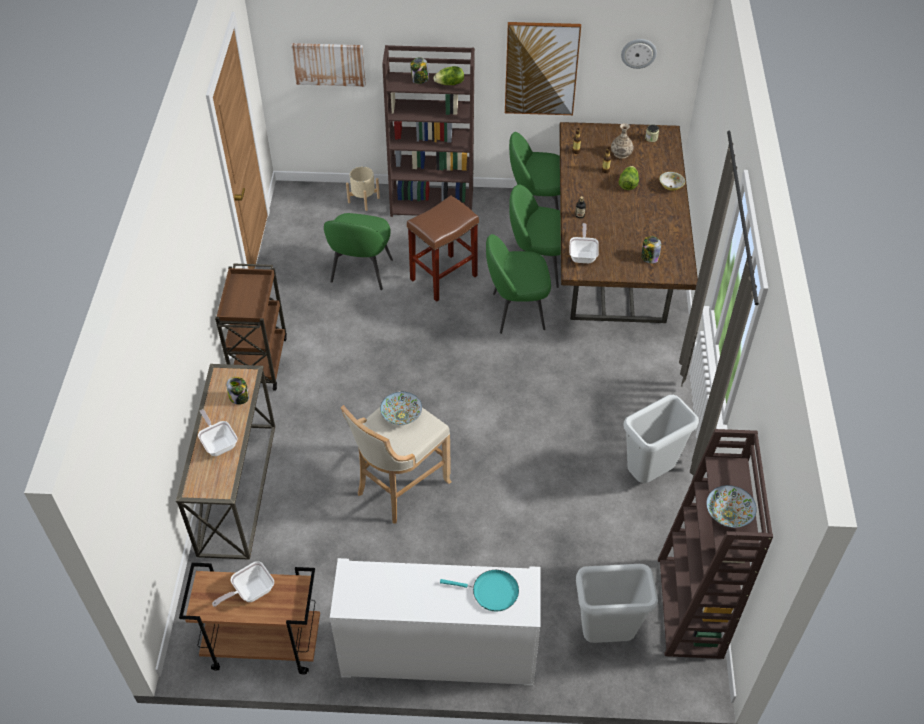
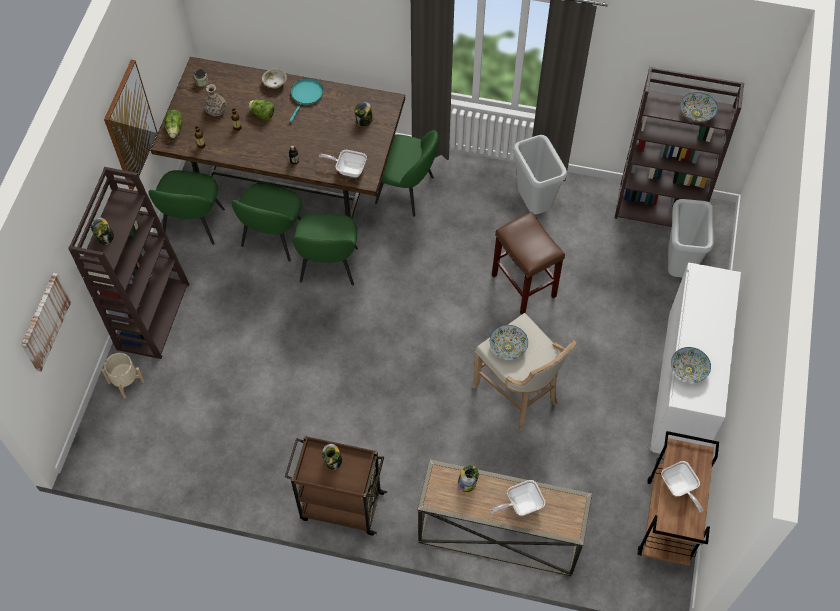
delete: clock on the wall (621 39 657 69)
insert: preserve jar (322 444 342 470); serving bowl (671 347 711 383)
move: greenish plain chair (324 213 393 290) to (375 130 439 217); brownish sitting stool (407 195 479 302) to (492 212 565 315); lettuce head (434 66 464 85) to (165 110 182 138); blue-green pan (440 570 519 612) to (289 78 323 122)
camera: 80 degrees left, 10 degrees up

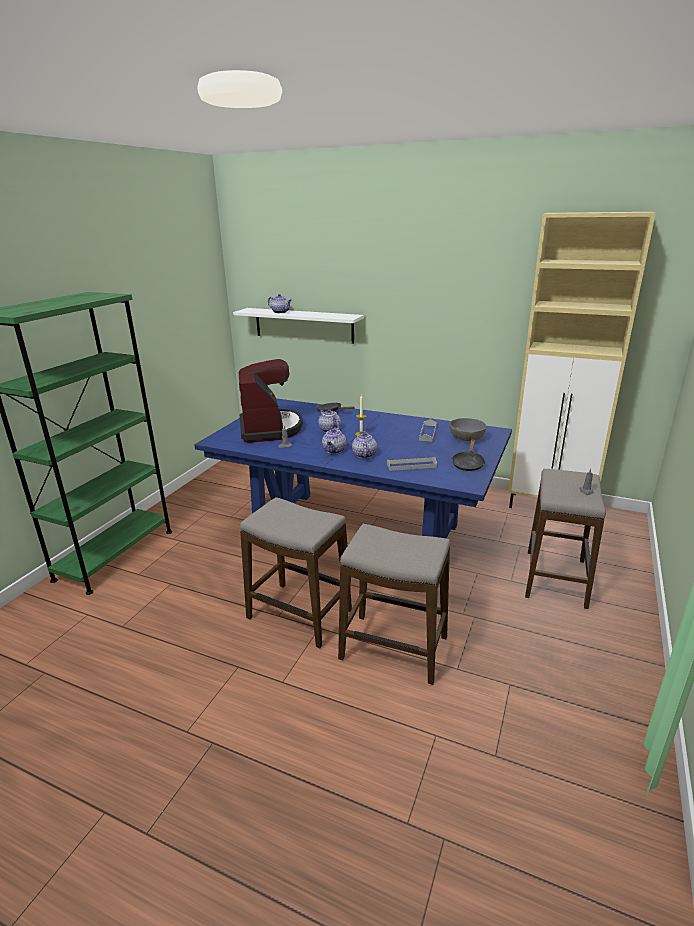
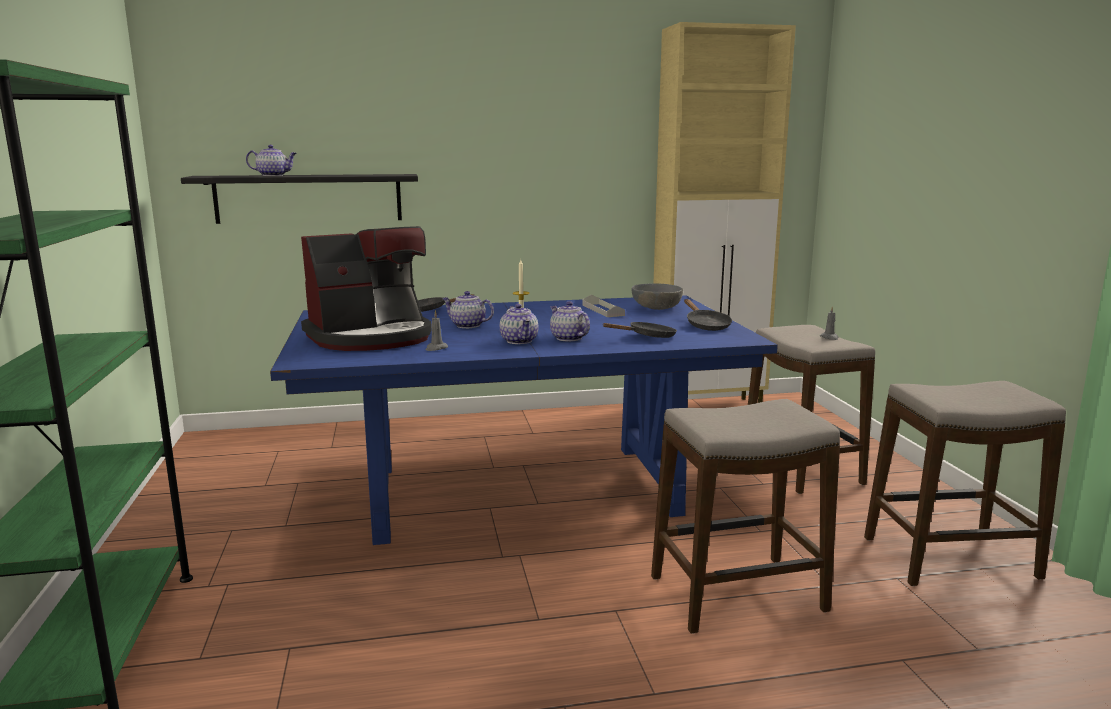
move: sitting stool (240 497 352 648) to (864 381 1066 586)
replace: gray serving tray (387 457 437 471) to blackish pan (603 322 677 338)
recolor: whitish wall shelf (233 308 364 344) to blackish wall shelf (181 174 418 224)
rotate: coffee machine (239 359 303 443) = (301 226 431 351) 105 degrees clockwise
camera: 35 degrees left, 10 degrees down

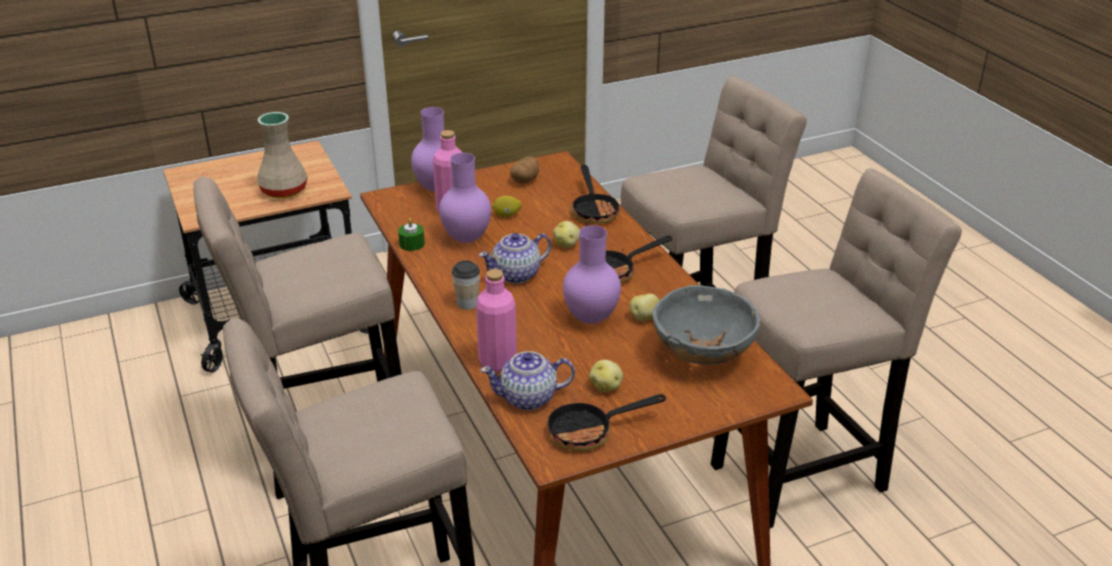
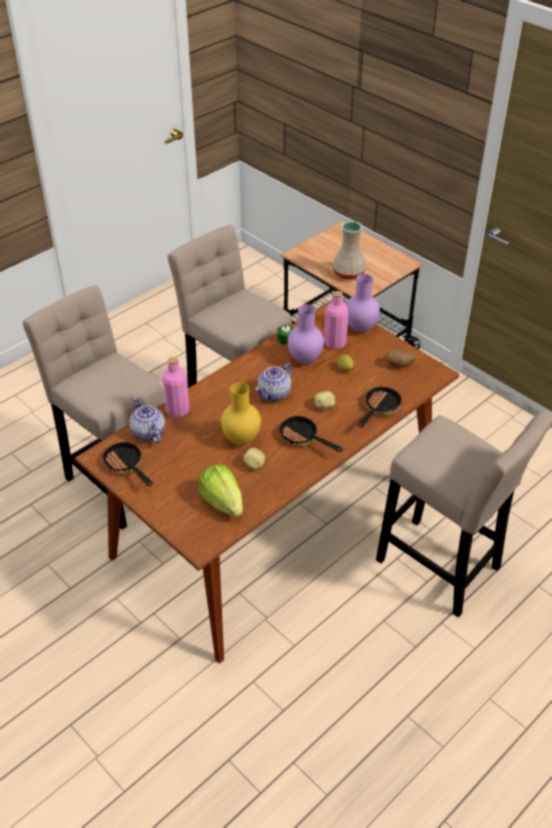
delete: drinking cup (452 260 480 310); spud (589 360 623 392); sand-coloured sitting stool (711 168 962 528)
replace: gray serving bowl (652 285 761 365) to lettuce head (199 464 243 517)
recolor: purple-coloured decorative vase (563 225 621 324) to yellowish decorative vase (221 382 261 445)
rotate: pot for tea (479 233 551 284) = (255 362 293 401) 90 degrees counterclockwise; pan (571 165 621 224) = (358 384 402 427) 150 degrees clockwise
camera: 70 degrees right, 10 degrees up

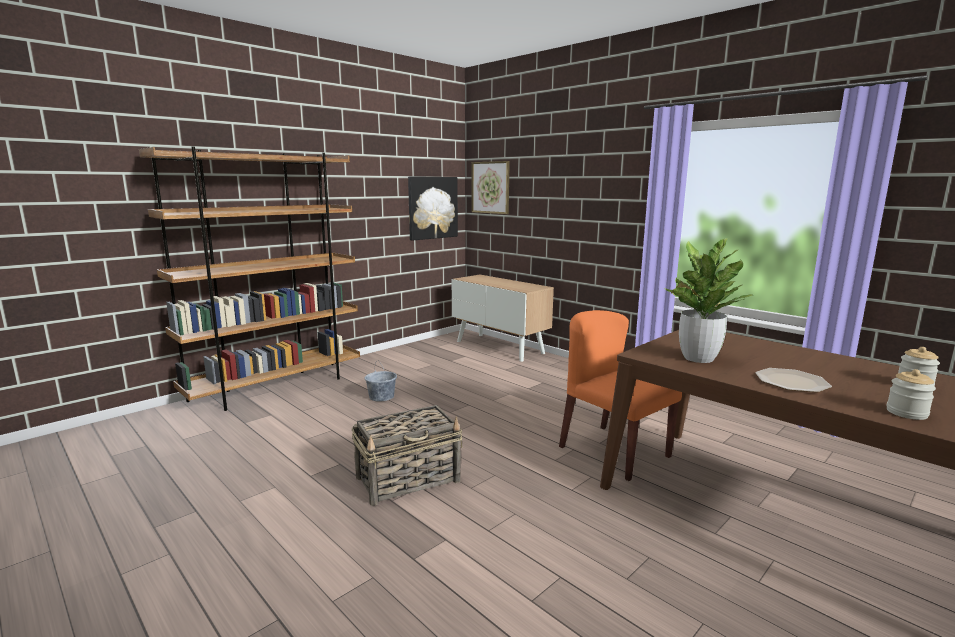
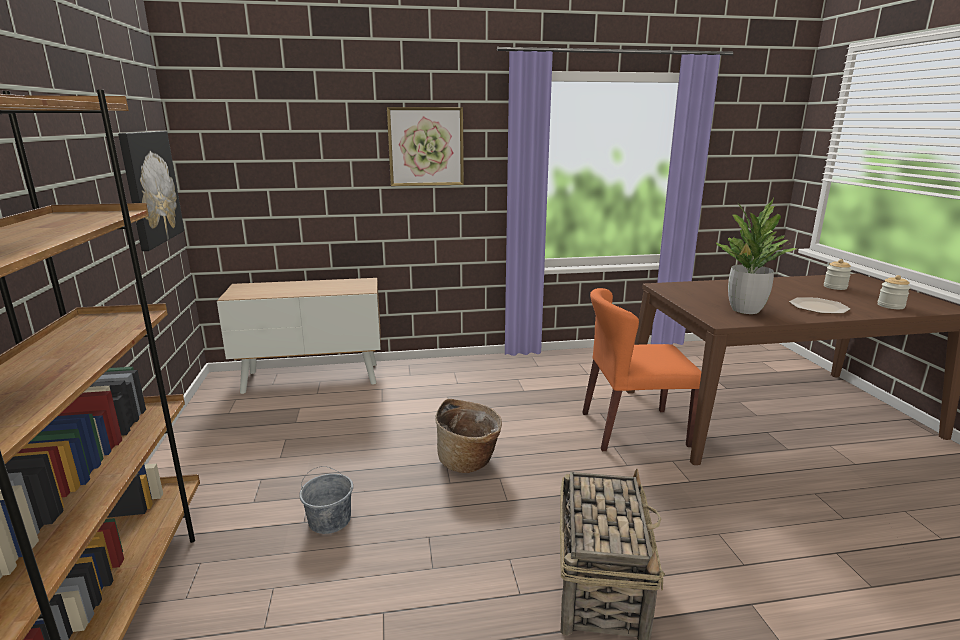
insert: household basket (435 399 502 473)
move: wall art (471 161 510 214) to (387 107 464 186)
camera: 55 degrees left, 5 degrees up

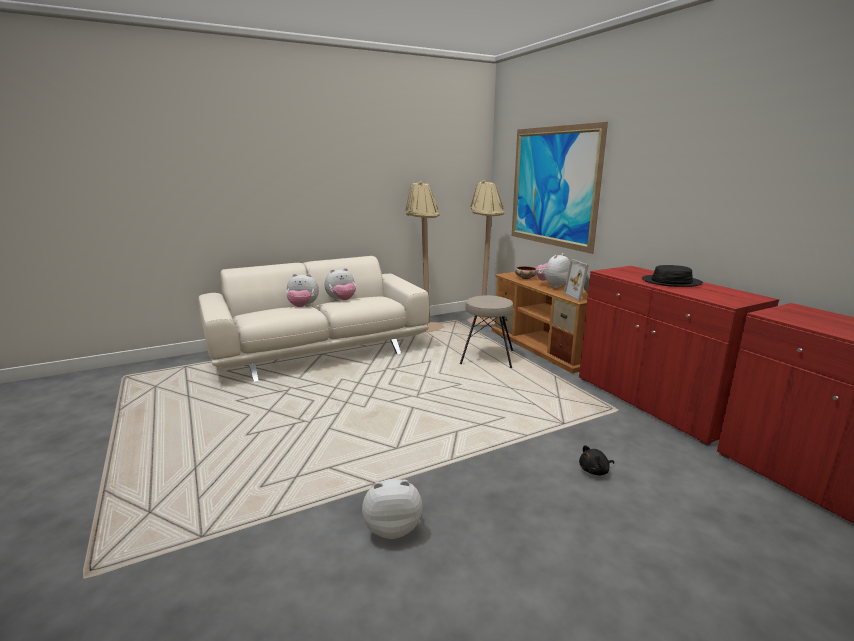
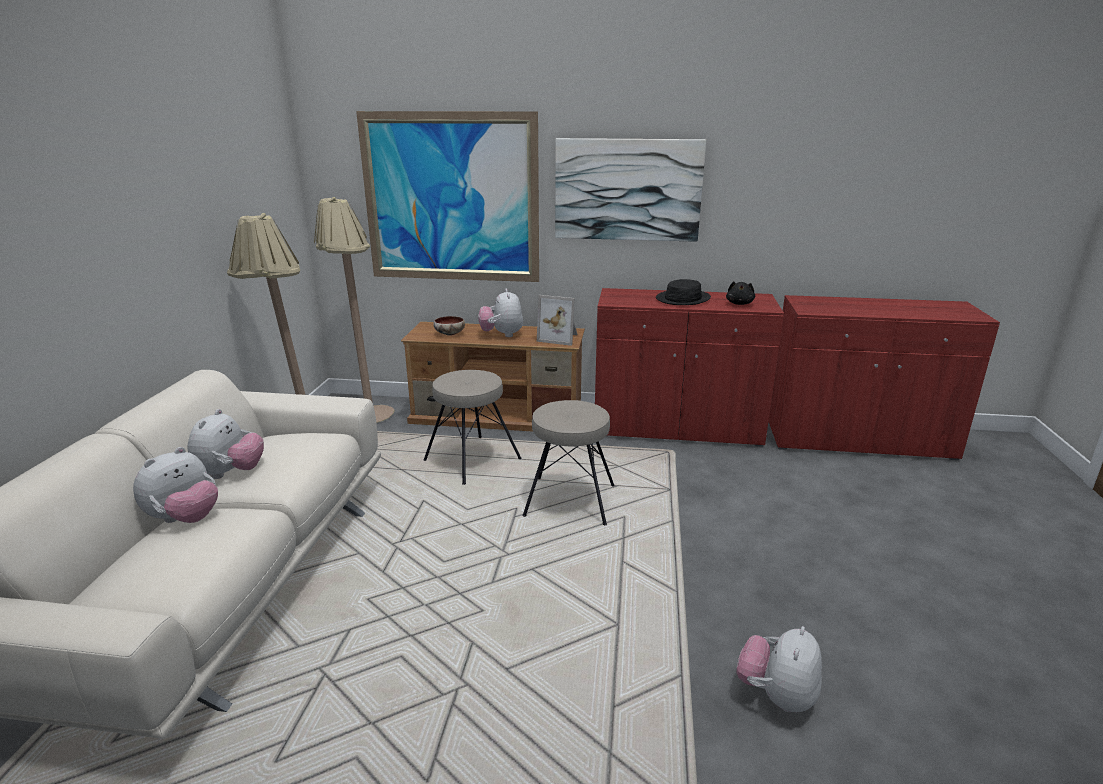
insert: sand-coloured sitting stool (523 400 615 525); wall art (555 138 706 242)
move: blackish cuddly toy (579 445 614 475) to (726 281 755 305)
camera: 55 degrees left, 5 degrees up

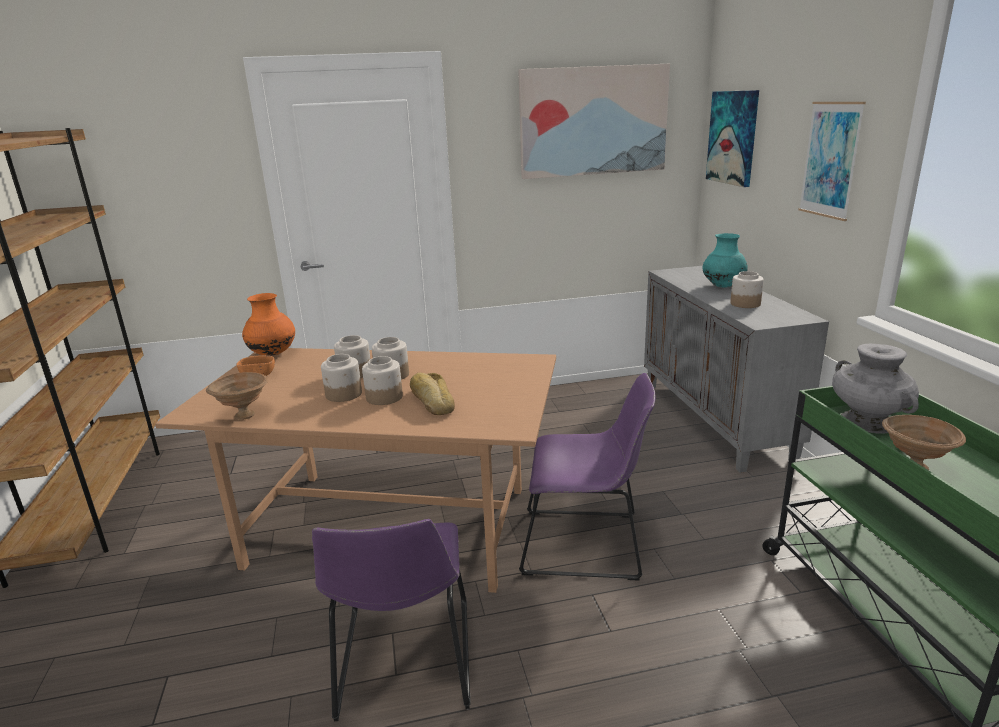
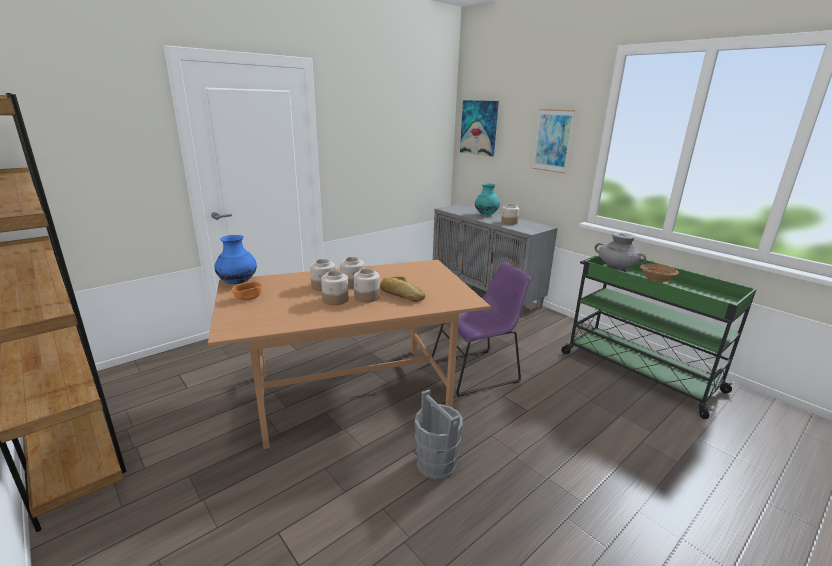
delete: brownish serving bowl (206 372 268 420); wall art (518 64 670 179)
replace: purple-coloured plain chair (312 519 471 721) to gray pail (415 390 463 480)
recolor: orange-coloured decorative vase (242 293 295 356) to bluish decorative vase (214 235 257 284)
camera: 30 degrees left, 0 degrees up

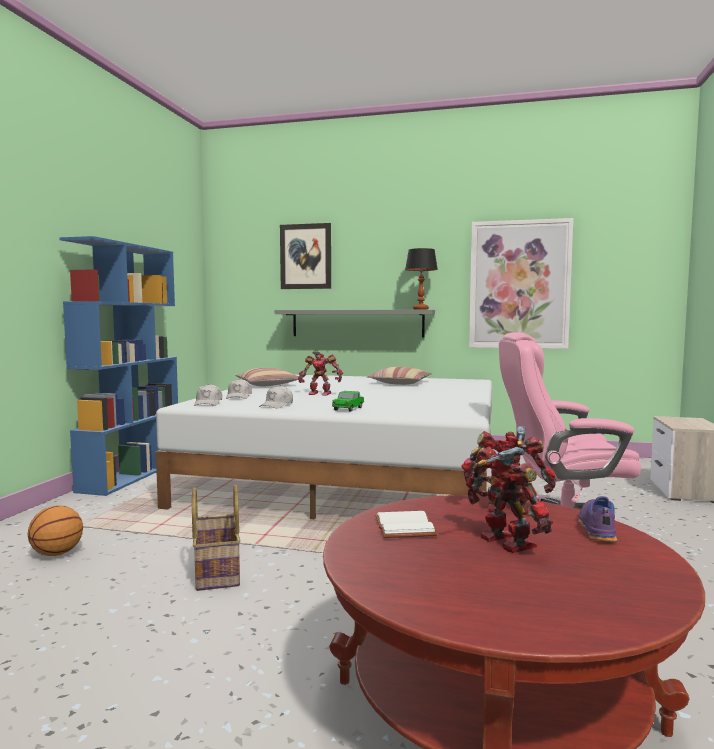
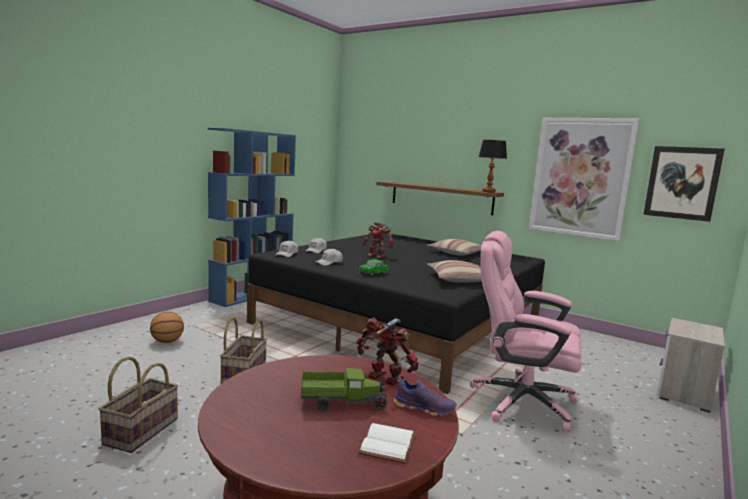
insert: household basket (98 356 178 453)
move: pillow (235 368 299 386) to (427 260 482 283); wall art (280 223 331 289) to (643 146 725 222); whitish bound book (375 511 438 538) to (358 423 415 464)
replace: robot figure (466 446 553 553) to toy lorry (301 368 388 412)
recolor: whitish sleeping bed (156 375 492 519) to blackish sleeping bed (247 233 545 394); gray wall shelf (275 310 435 337) to brownish wall shelf (376 182 504 215)
rotate: purple-coloured item of footwear (578 496 617 542) = (394 377 457 416) 75 degrees clockwise
camera: 20 degrees right, 5 degrees up

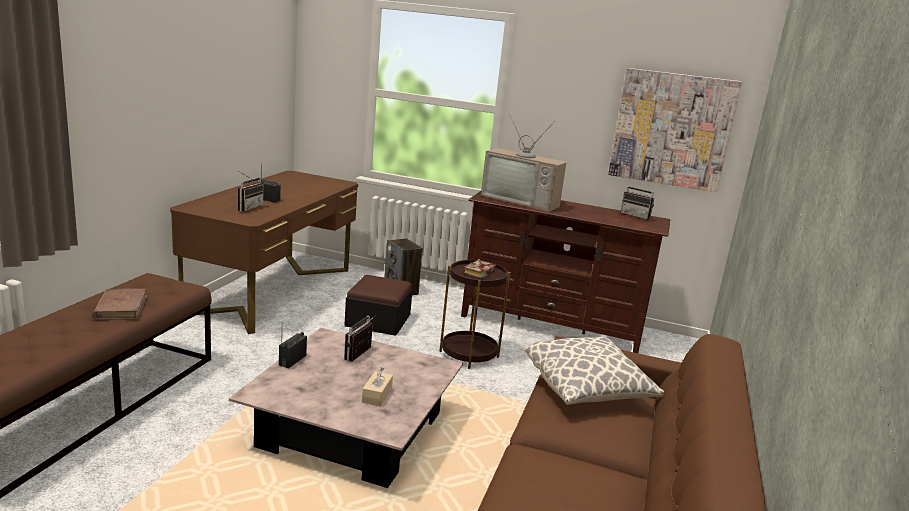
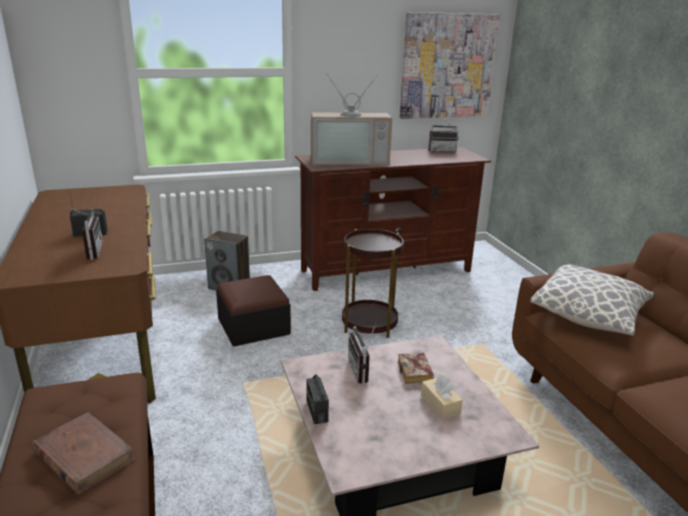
move: bound book (464 260 496 279) to (398 353 434 384)
camera: 35 degrees left, 5 degrees up

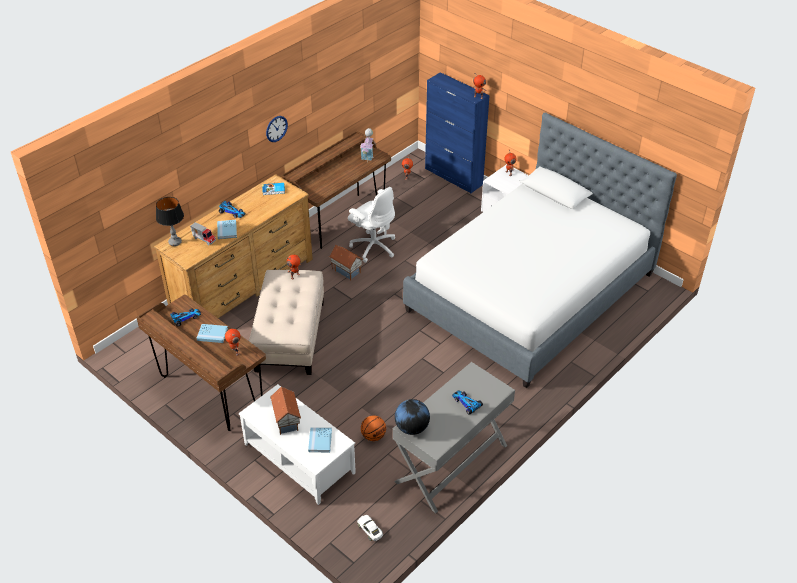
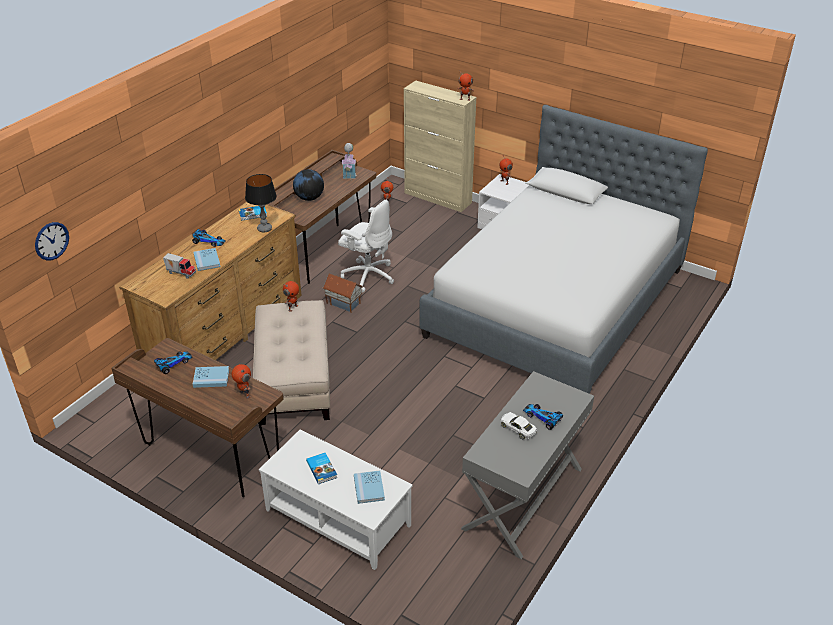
delete: basketball ball (361 415 386 441)
move: table lamp (156 197 184 246) to (245 174 277 232); clock on the wall (266 116 288 142) to (35 222 69 261); whitish toy car (357 515 383 541) to (500 412 537 440); globe (395 399 430 435) to (293 169 324 201)
replace: model house (270 386 301 435) to bound book (306 453 337 484)
recolor: bluish storage cabinet (425 72 490 193) to sand-coloured storage cabinet (404 81 476 212)
camera: 10 degrees left, 5 degrees down

